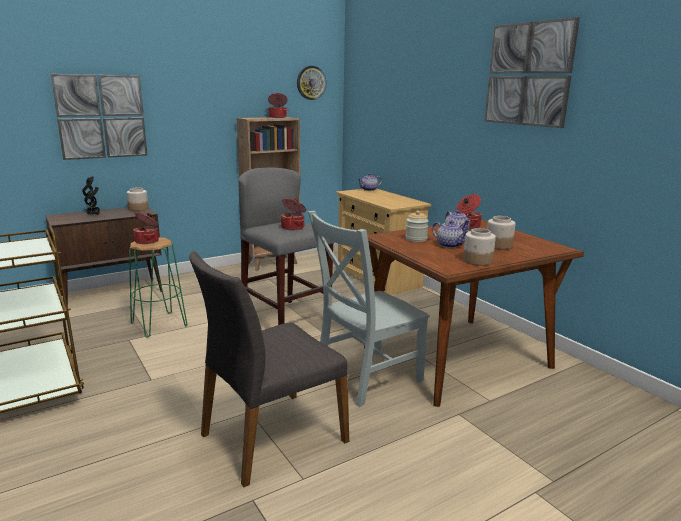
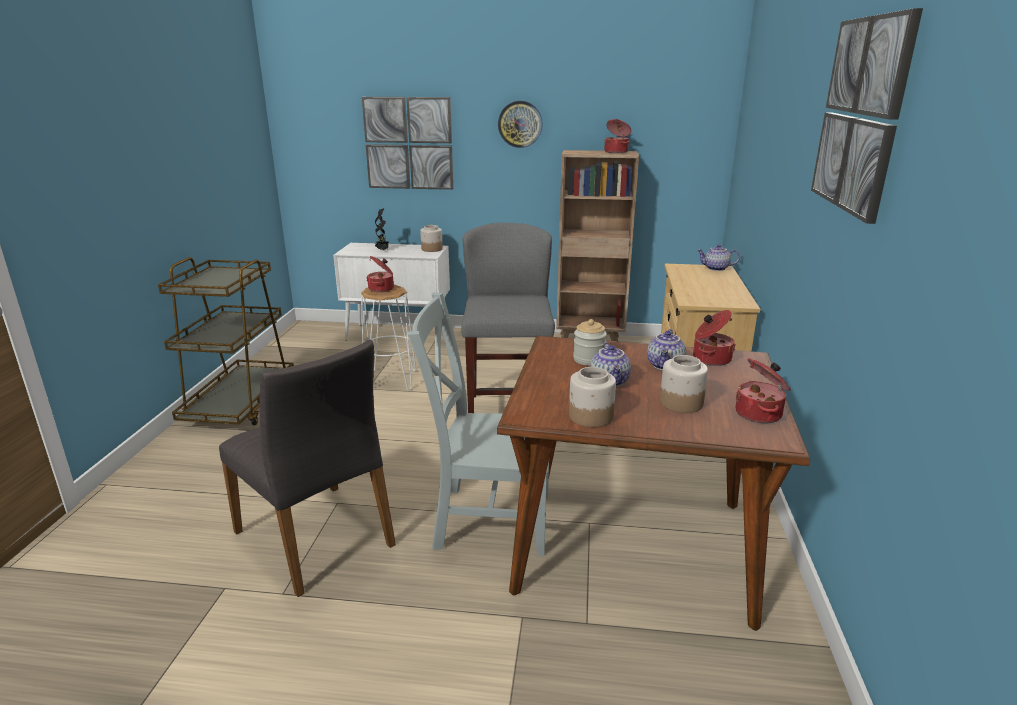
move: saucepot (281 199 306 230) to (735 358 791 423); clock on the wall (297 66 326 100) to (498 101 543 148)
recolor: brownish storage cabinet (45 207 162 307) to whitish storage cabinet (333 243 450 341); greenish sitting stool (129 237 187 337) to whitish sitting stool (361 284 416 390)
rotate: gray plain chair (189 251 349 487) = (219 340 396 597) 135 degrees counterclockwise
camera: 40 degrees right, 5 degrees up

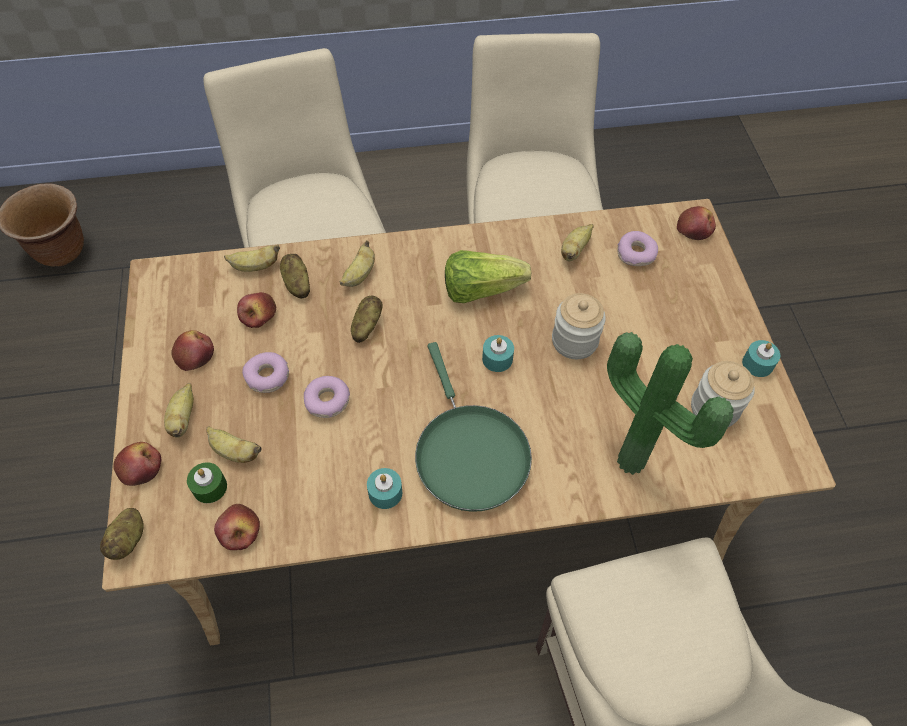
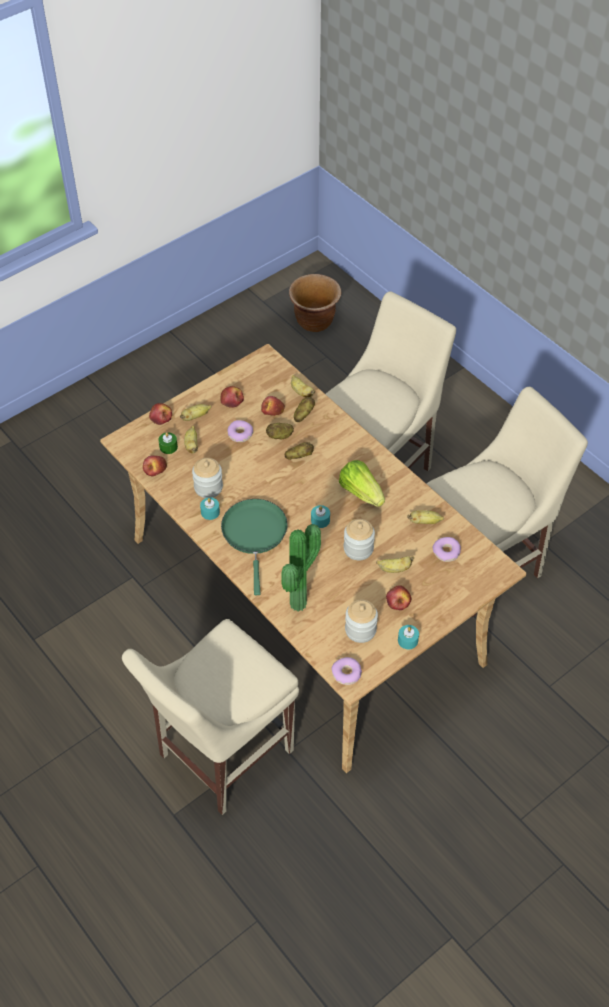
insert: preserve jar (192 458 223 498)
move: spud (100 508 144 560) to (266 423 294 439); doughnut (304 376 350 418) to (331 657 362 685); whole banana (340 240 375 287) to (376 556 414 573); apple (677 206 716 240) to (386 585 412 610)
rotate: greenish pan (415 342 532 512) = (221 499 288 595) 135 degrees clockwise
camera: 60 degrees right, 5 degrees down

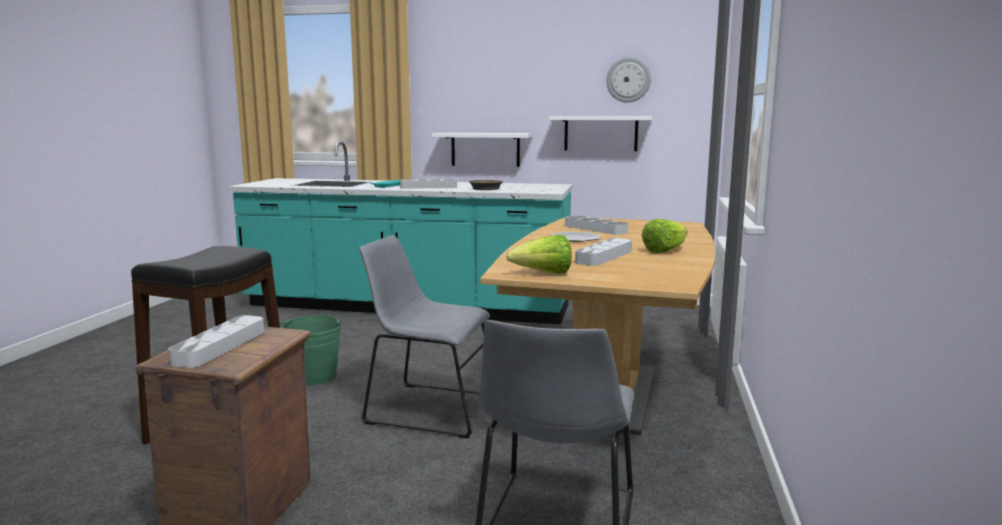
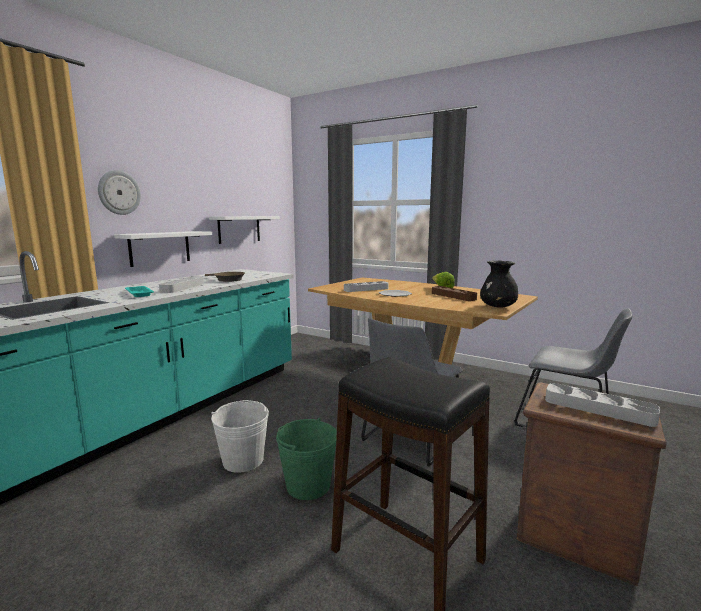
insert: whitish pail (211 400 269 473)
move: clock on the wall (606 57 651 103) to (98 170 141 215)
replace: lettuce head (506 234 572 274) to blackish decorative vase (480 260 518 307)
recolor: gray serving tray (575 238 632 266) to brownish serving tray (432 286 477 301)
camera: 70 degrees left, 0 degrees up

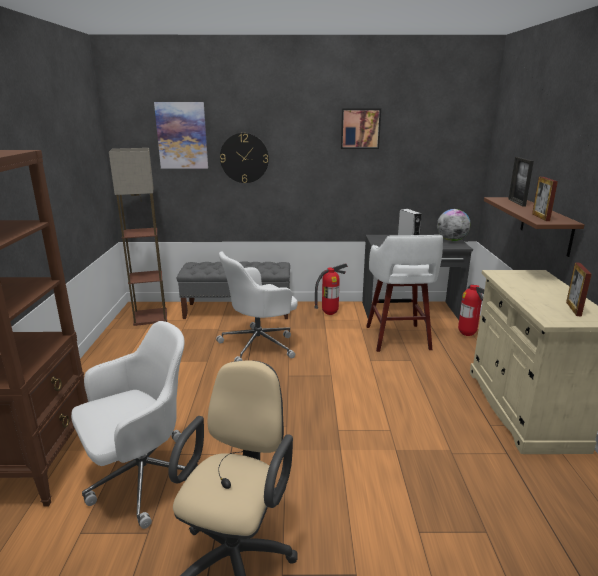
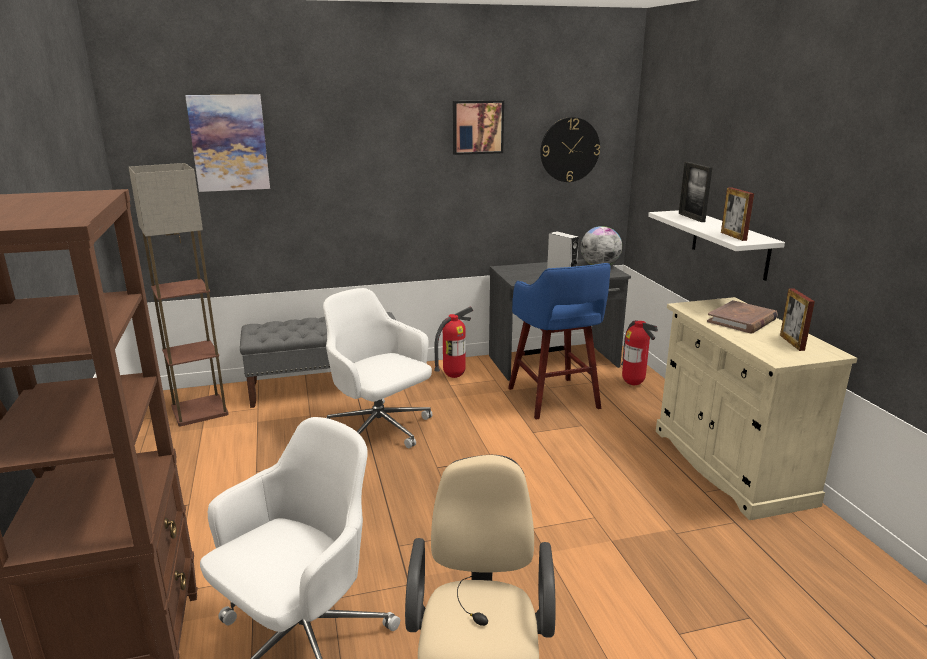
insert: brownish bound book (707 300 778 333)
move: clock on the wall (220 133 269 183) to (540 117 600 182)
recolor: whitish sitting stool (366 235 443 352) to bluish sitting stool (508 263 611 420); brownish wall shelf (484 197 585 257) to whitish wall shelf (648 210 785 281)
rotate: whitish computer chair (216 251 298 361) = (323 288 433 448) 90 degrees clockwise
camera: 15 degrees left, 0 degrees up

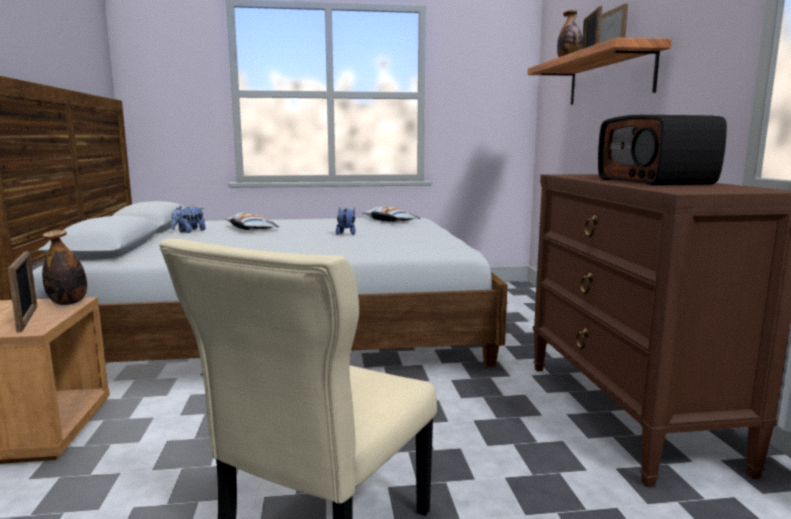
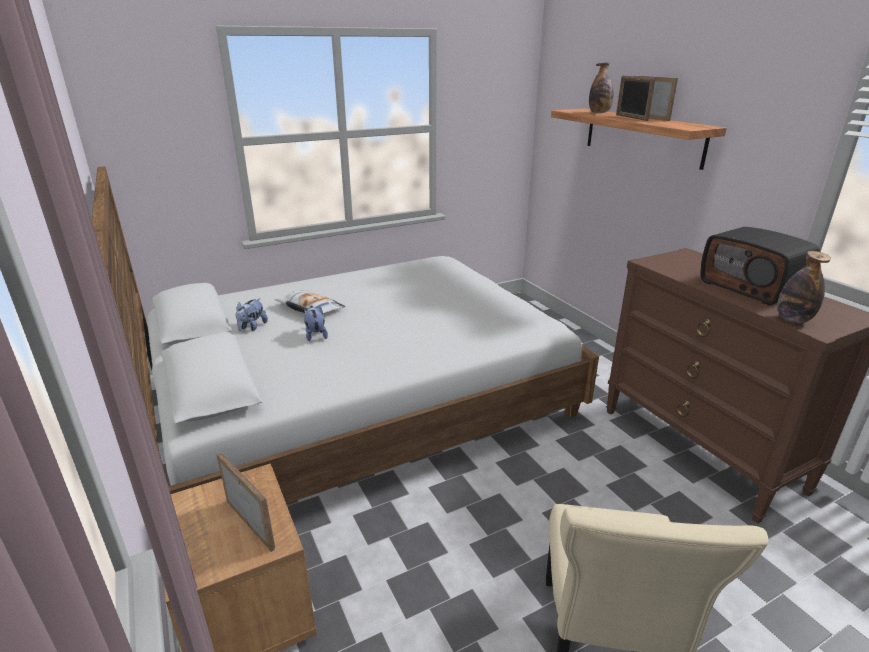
delete: pillow (362 206 421 222)
move: drink bottle (42 230 87 305) to (777 251 831 323); cuddly toy (336 207 356 235) to (304 306 328 342)
camera: 20 degrees left, 15 degrees up

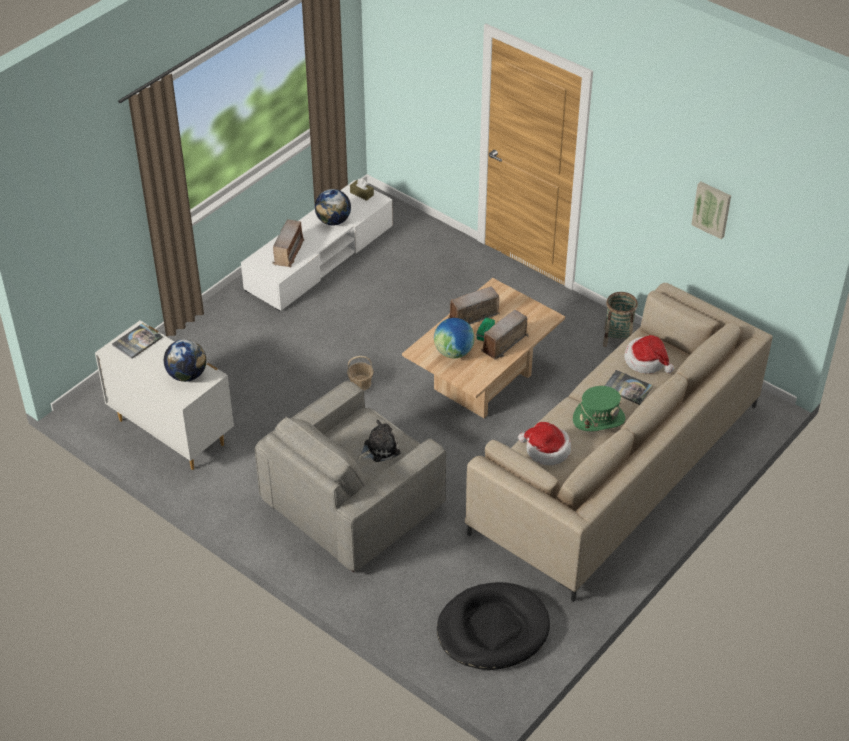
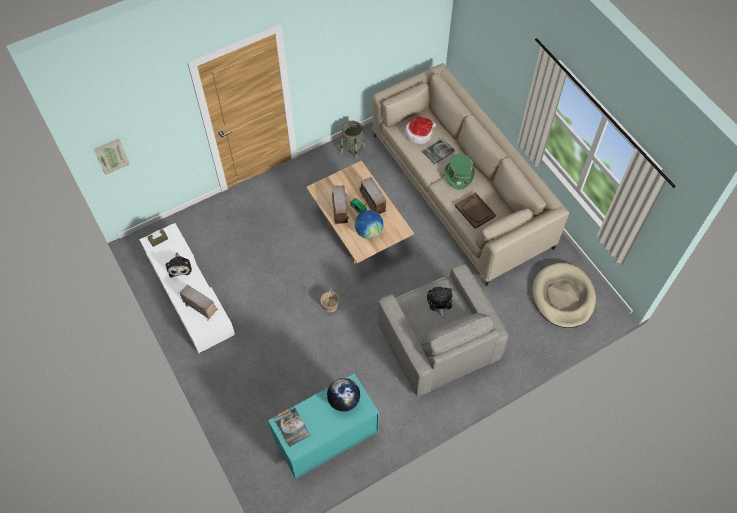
move: wall art (691 181 731 239) to (94 138 130 175)
replace: globe (315 189 351 226) to cuddly toy (166 253 192 277); hat (518 422 571 465) to brownish serving tray (455 192 496 229)
recolor: whitish chest of drawers (95 320 234 470) to blue-green chest of drawers (268 373 379 479); blackish dog bed (437 582 550 670) to sand-coloured dog bed (532 263 596 328)
camera: 70 degrees left, 15 degrees up

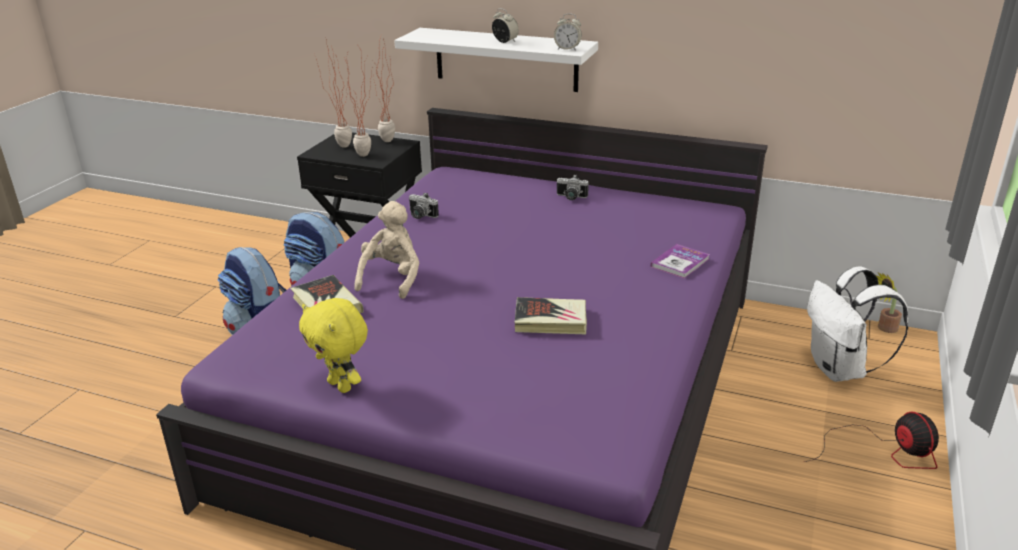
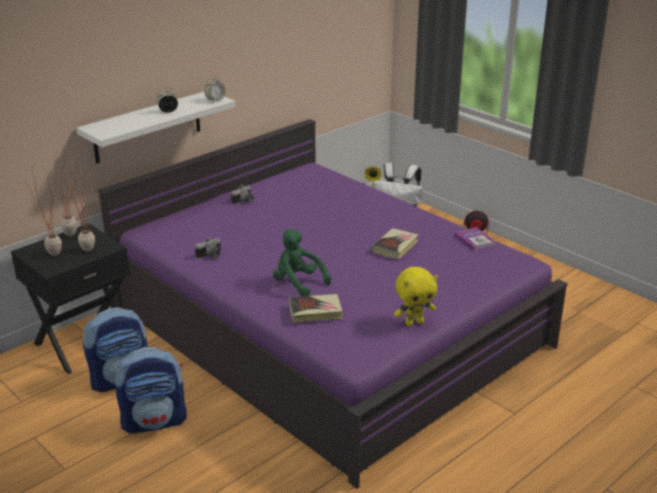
move: bound book (651 244 710 279) to (454 227 496 251)
recolor: sand-coloured cuddly toy (354 201 419 299) to greenish cuddly toy (273 229 331 296)
camera: 65 degrees left, 0 degrees up

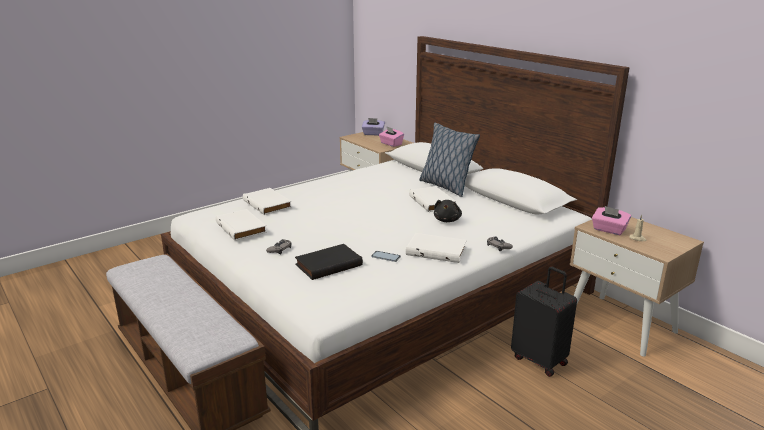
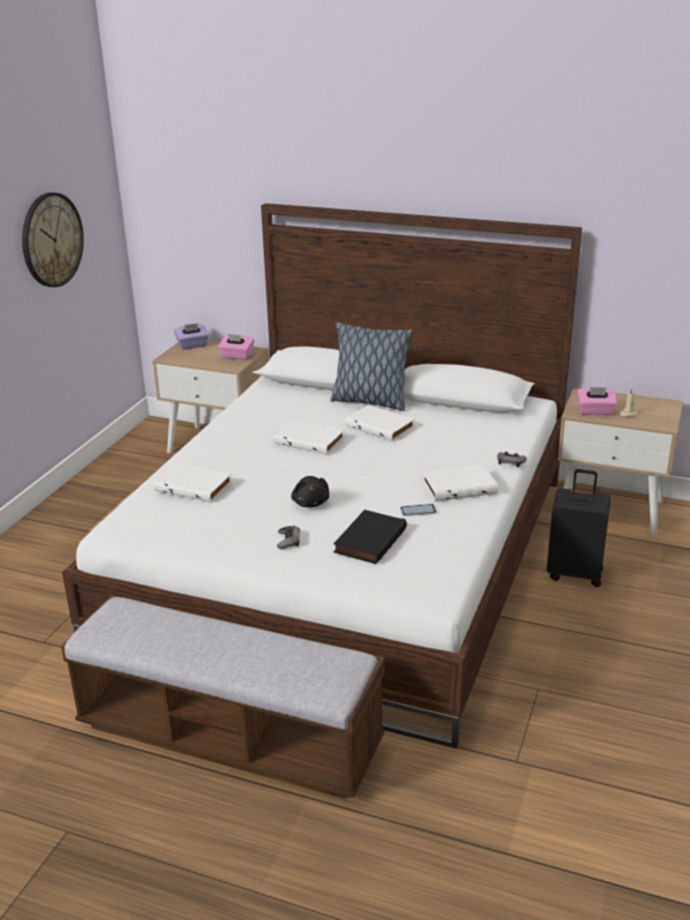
insert: clock on the wall (22 192 84 287)
move: whitish bound book (216 209 267 241) to (274 419 344 455); blackish cuddly toy (434 200 462 222) to (291 476 329 508)
camera: 30 degrees left, 5 degrees up

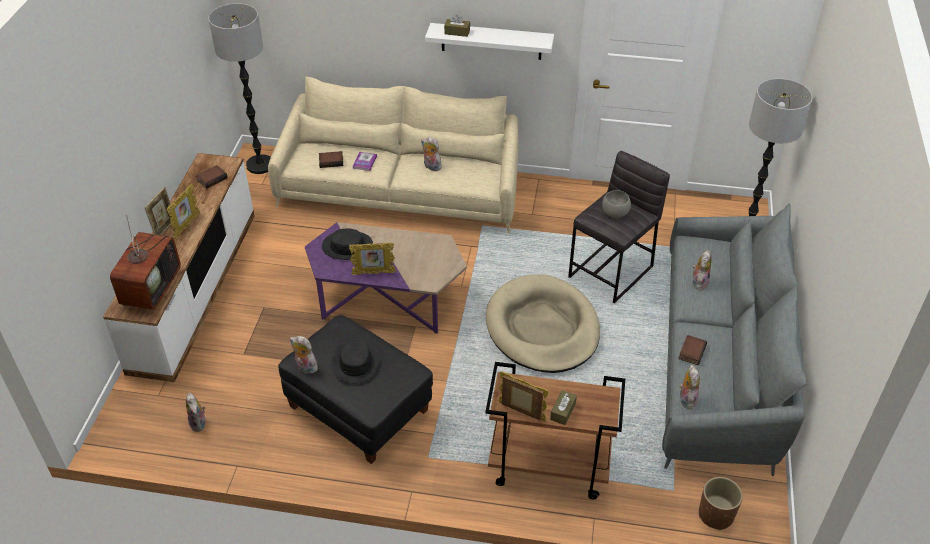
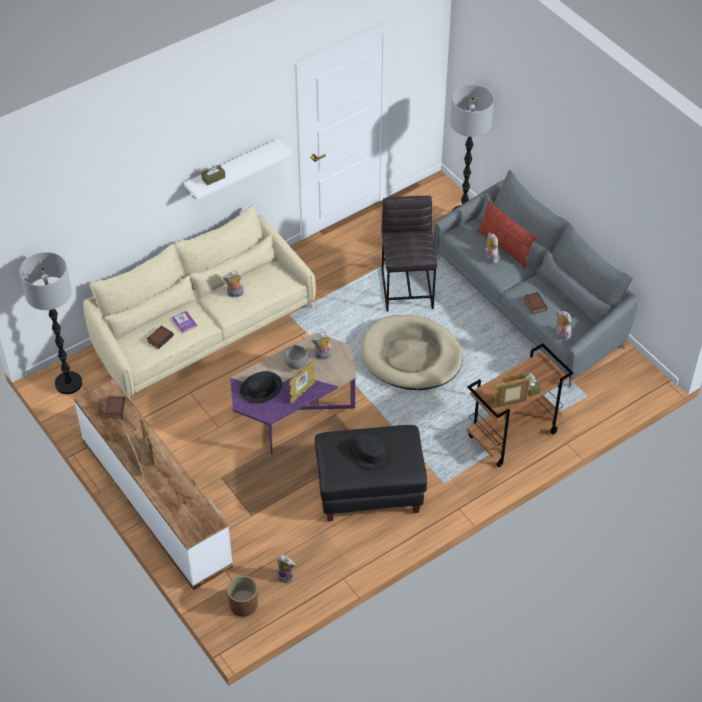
delete: television (110 214 181 310)
insert: pillow (477 200 537 268)
move: cuddly toy (290 336 320 374) to (311 332 332 360); gray serving bowl (602 190 631 218) to (284 345 309 369); brownish plant pot (699 477 743 530) to (227 576 258 617)
camera: 45 degrees left, 5 degrees up

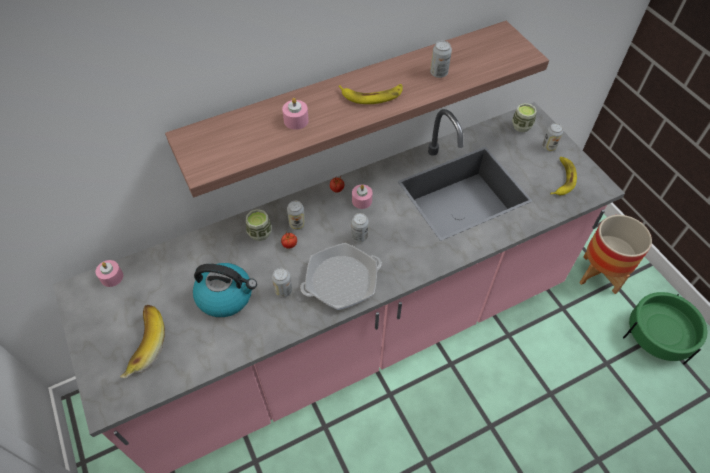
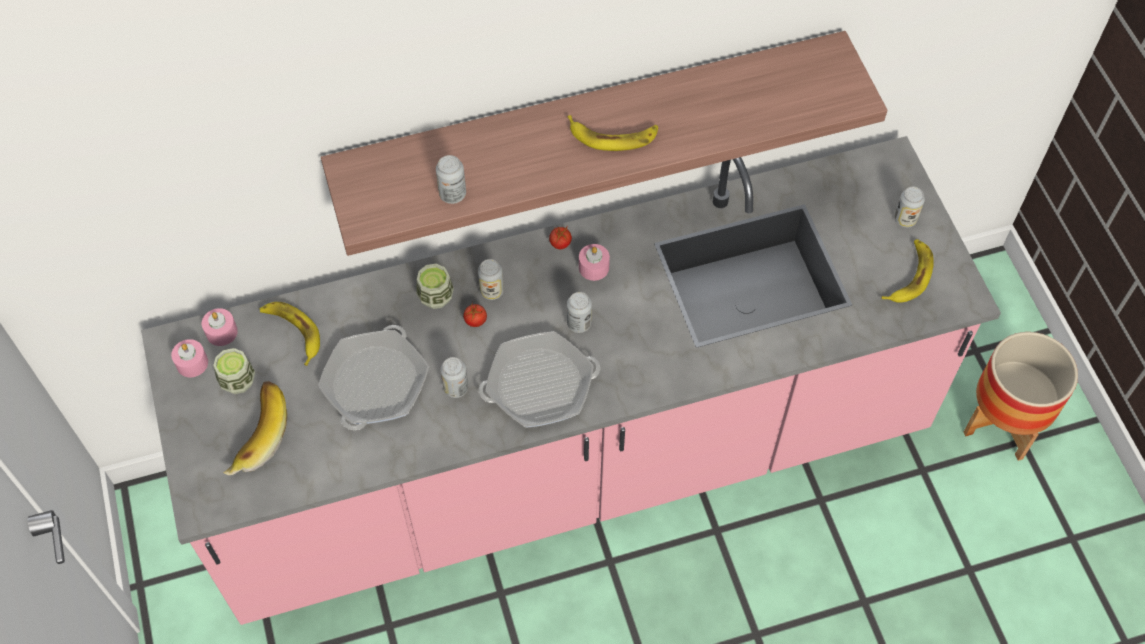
delete: greenish plant pot (623 292 707 364)
insert: whole banana (260 302 320 366)
move: pink-coloured wax candle (282 98 309 130) to (171 339 208 377); sealed can (430 41 452 78) to (436 155 466 204); drinking cup (512 103 537 132) to (213 348 255 394)
replace: water kettle (193 263 257 317) to pan (318 325 429 430)
camera: 10 degrees right, 5 degrees up

